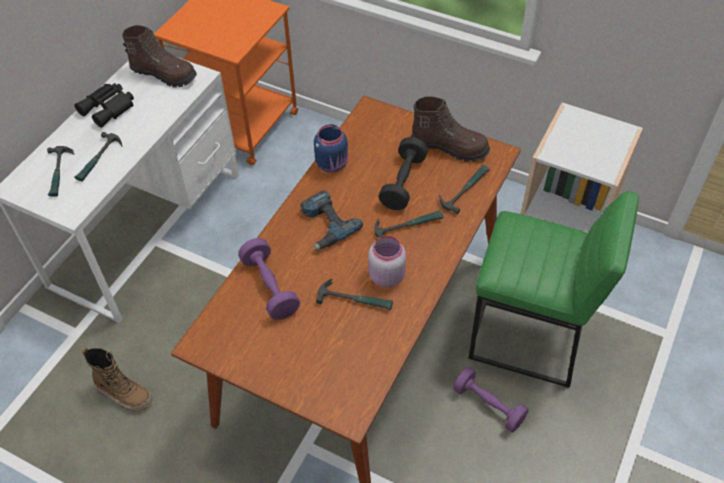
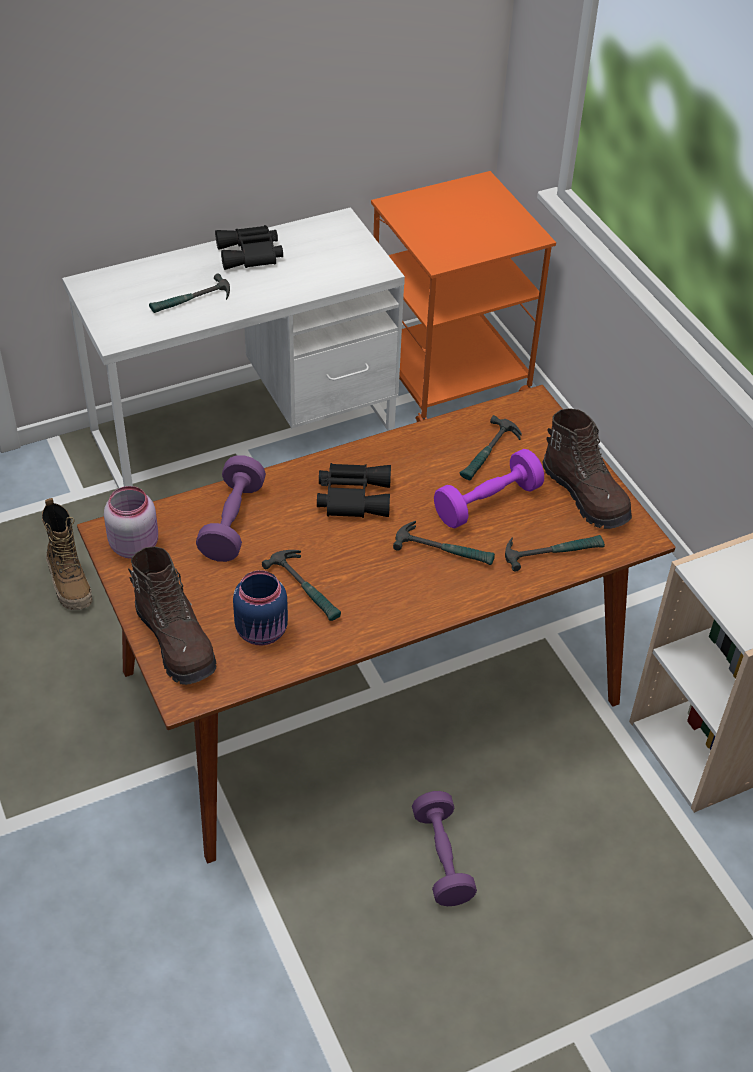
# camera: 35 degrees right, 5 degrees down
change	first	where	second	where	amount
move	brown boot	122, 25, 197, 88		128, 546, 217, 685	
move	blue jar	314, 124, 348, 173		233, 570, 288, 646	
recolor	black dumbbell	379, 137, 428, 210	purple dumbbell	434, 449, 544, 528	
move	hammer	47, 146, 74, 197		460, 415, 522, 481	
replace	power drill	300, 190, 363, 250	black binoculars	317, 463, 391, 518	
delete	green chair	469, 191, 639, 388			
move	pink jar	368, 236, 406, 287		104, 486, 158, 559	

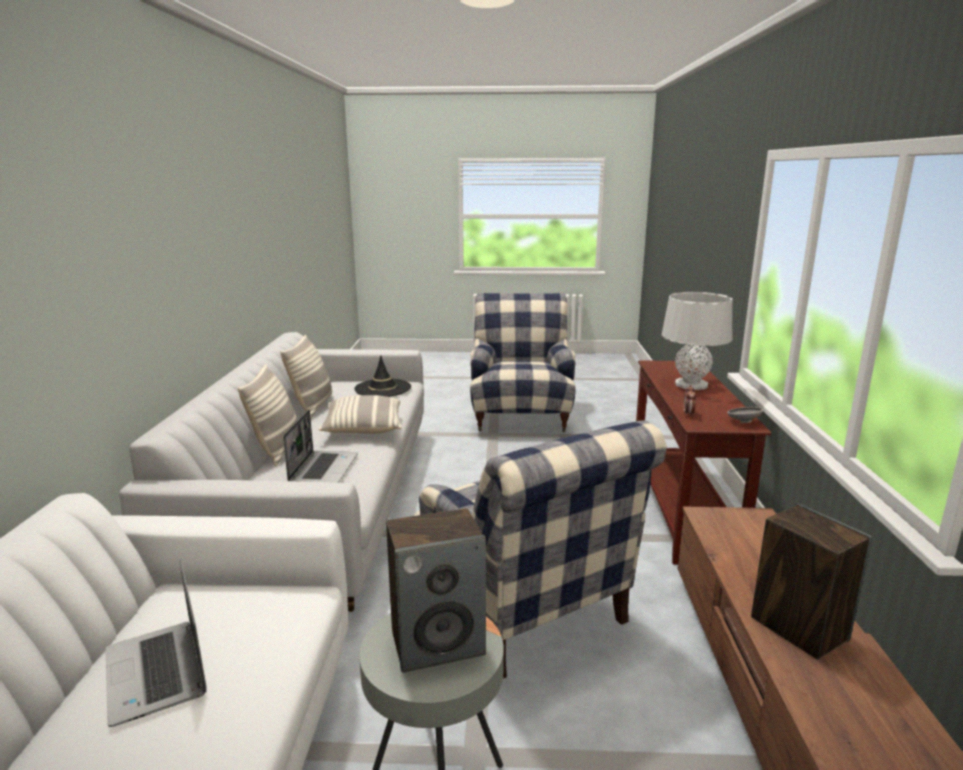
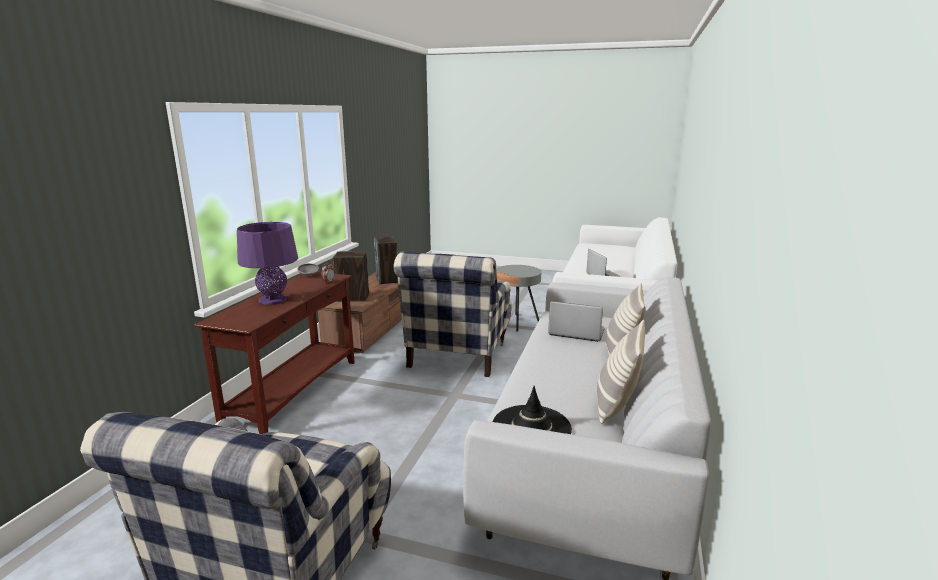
# camera: 165 degrees left, 0 degrees up
change	first	where	second	where	amount
recolor	grey table lamp	662, 292, 733, 390	purple table lamp	237, 222, 298, 305	
delete	pillow	318, 395, 402, 434			
rotate	laptop	283, 410, 358, 483		548, 301, 605, 342	90 degrees clockwise
rotate	armchair	413, 420, 667, 678		394, 252, 511, 377	150 degrees counterclockwise
move	speaker	386, 508, 486, 673		333, 251, 369, 302	

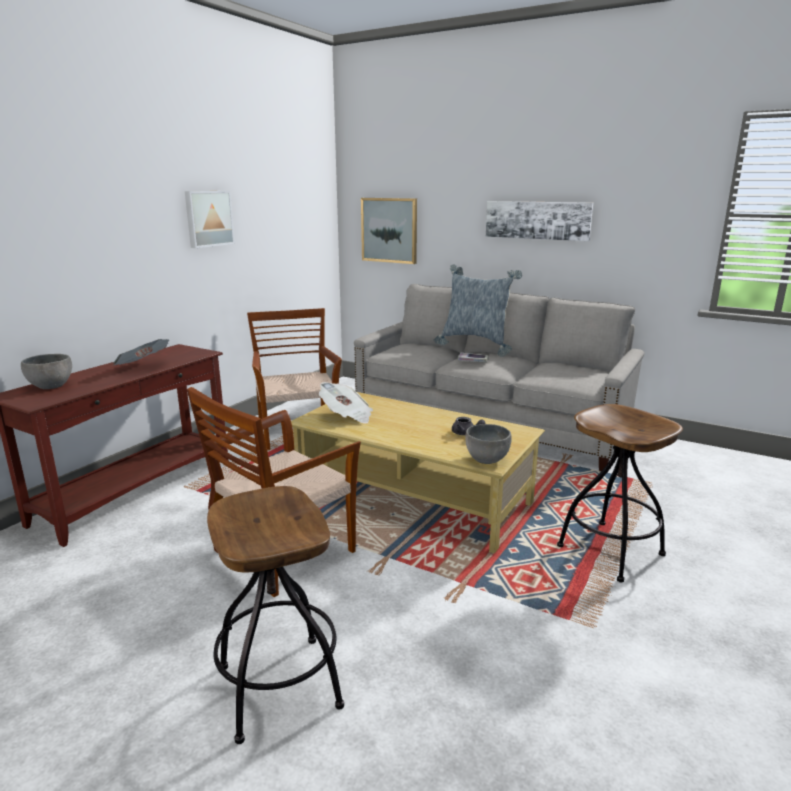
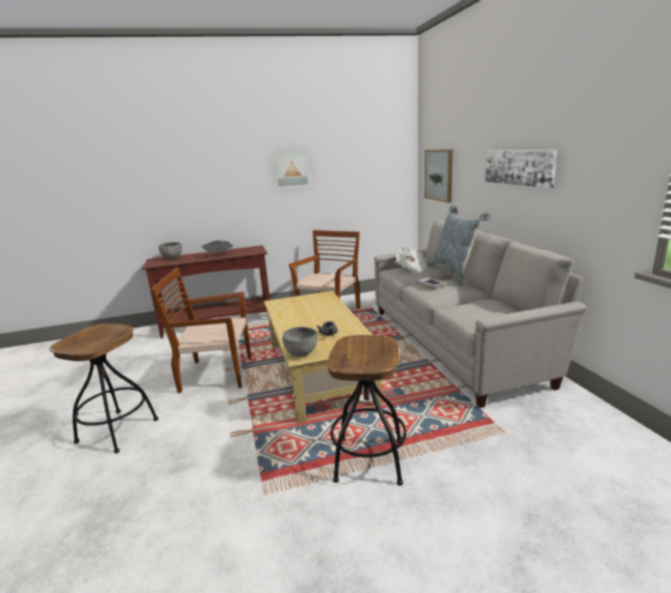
# camera: 45 degrees right, 0 degrees up
change	first	where	second	where	amount
move	newspaper	319, 382, 373, 424		395, 247, 428, 274	

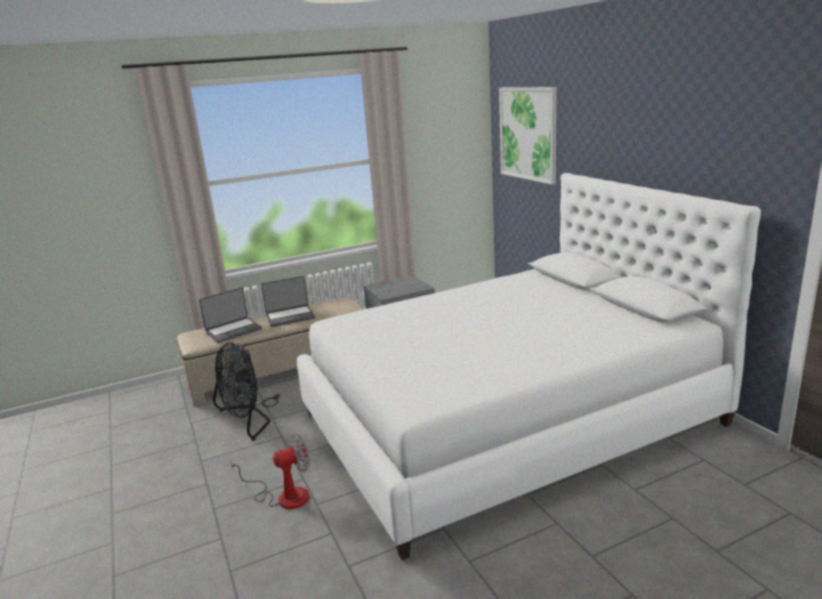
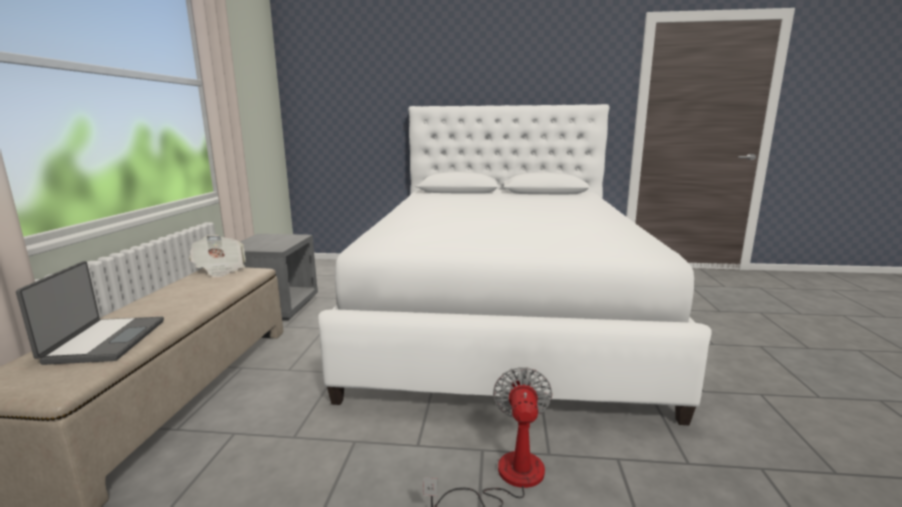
# camera: 60 degrees left, 5 degrees down
change	first	where	second	where	amount
delete	picture	499, 87, 557, 185			
delete	laptop	261, 276, 315, 327			
delete	black fan	213, 342, 281, 441			
insert			newspaper	189, 235, 246, 278	

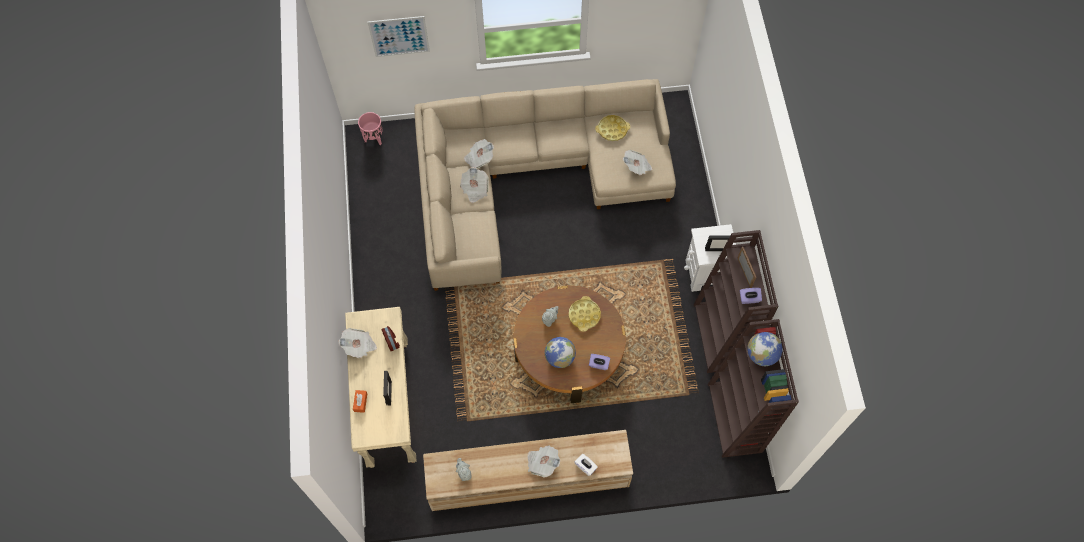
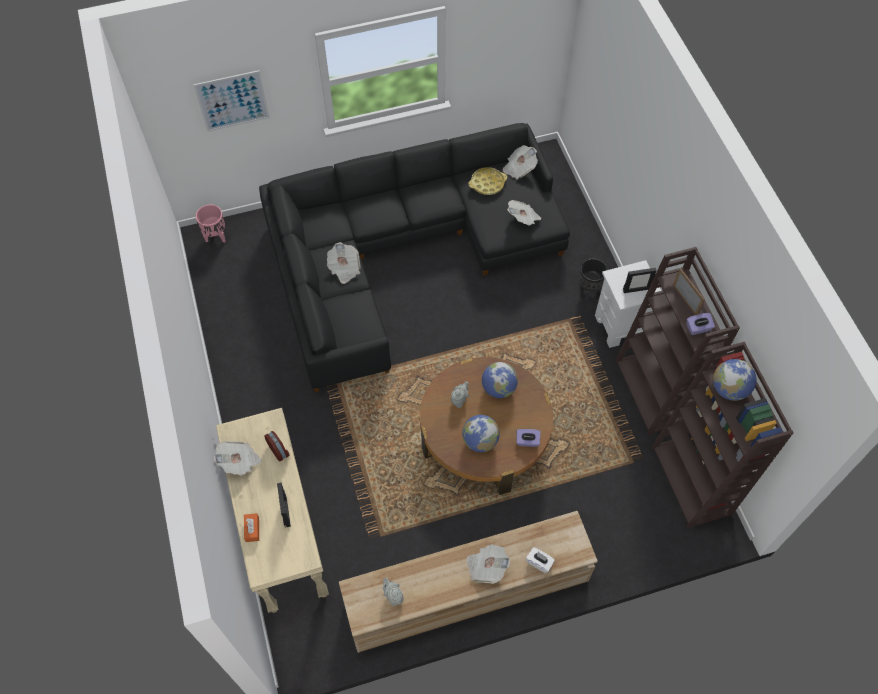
# camera: 10 degrees left, 5 degrees down
change	first	where	second	where	amount
recolor	beige sofa	414, 79, 676, 291	black sofa	259, 123, 570, 392	
move	newspaper	464, 139, 494, 168		503, 145, 538, 179	
replace	yellow tray	569, 296, 601, 332	globe	482, 362, 518, 398	
insert			black planter	579, 258, 608, 300	

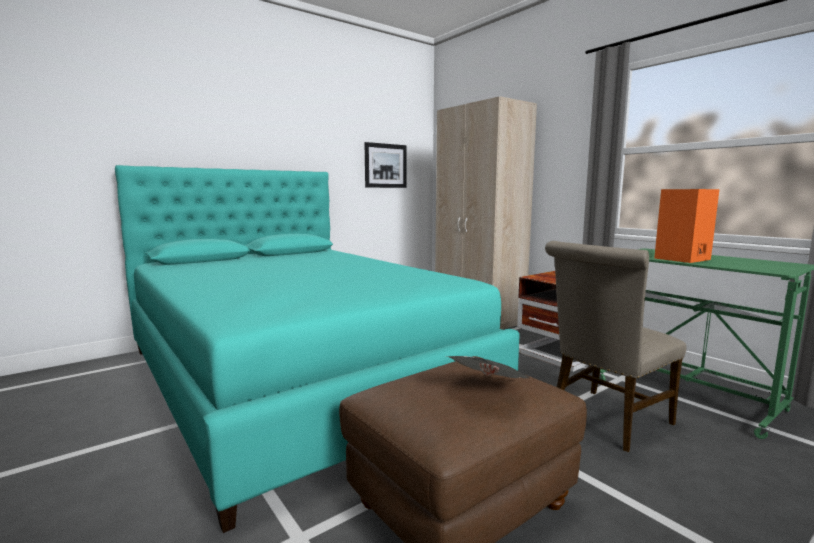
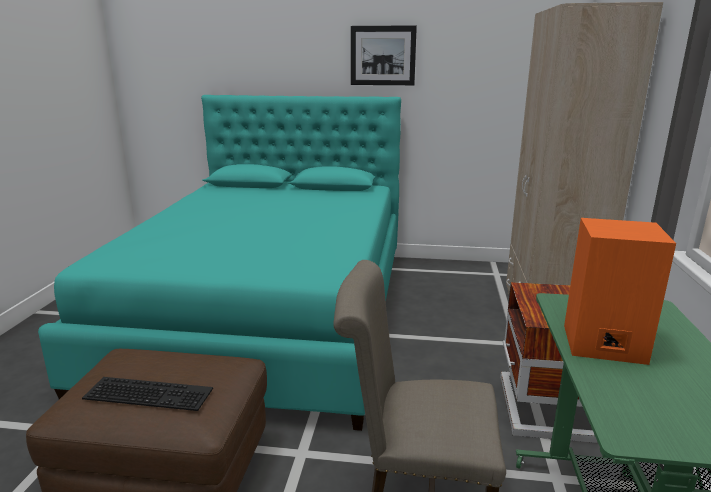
# camera: 45 degrees right, 10 degrees up
change	first	where	second	where	amount
move	picture	364, 142, 407, 188		351, 25, 417, 85	
replace	newspaper	447, 356, 529, 379	keyboard	82, 377, 213, 411	

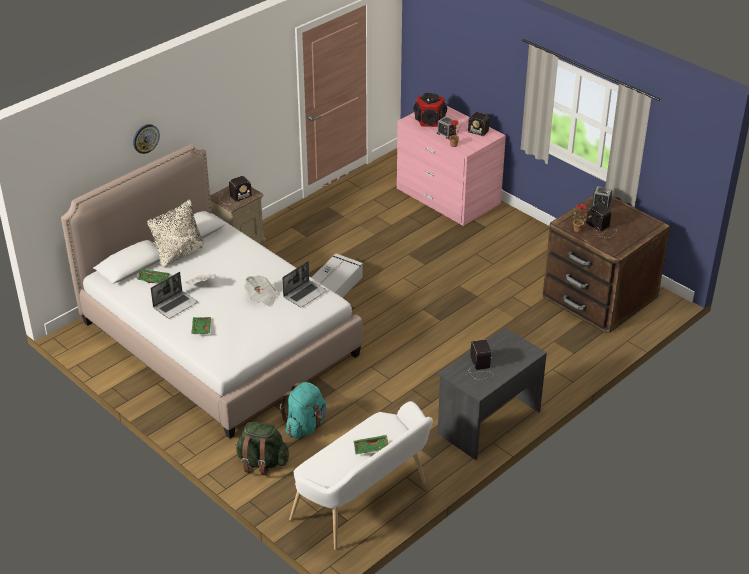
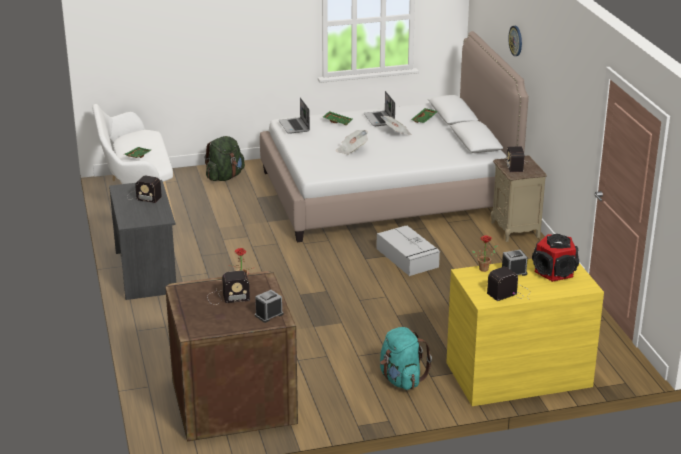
# camera: 120 degrees right, 10 degrees down
change	first	where	second	where	amount
recolor	pink dresser	397, 106, 506, 226	yellow dresser	446, 259, 604, 406	
delete	beige pillow	147, 200, 204, 268			
move	laptop	282, 261, 327, 307		279, 98, 310, 134	
move	turquoise backpack	280, 382, 326, 438		380, 327, 432, 390	

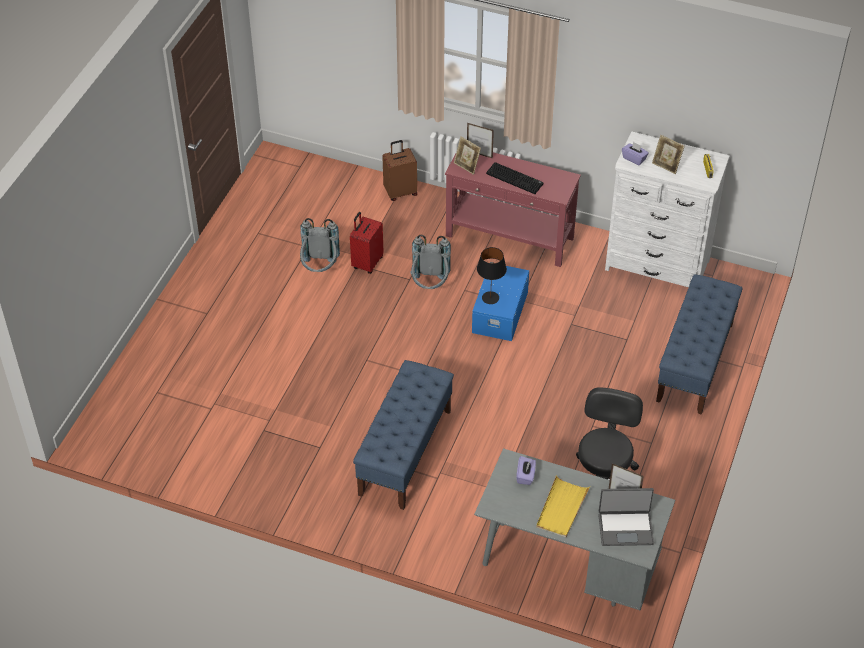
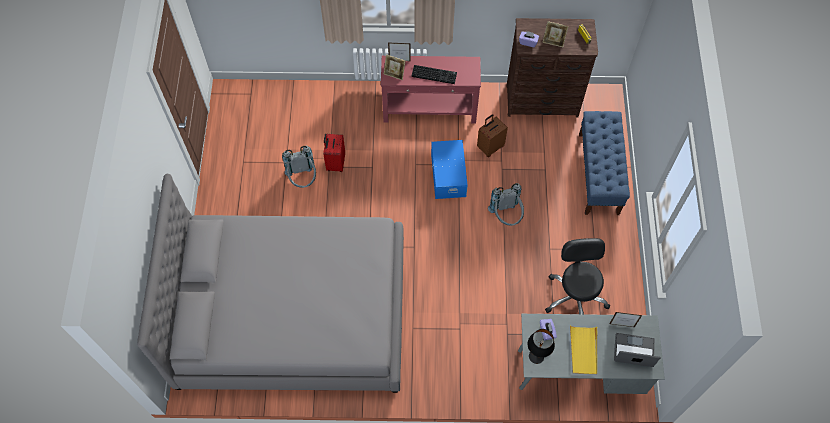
# camera: 20 degrees left, 15 degrees up
change	first	where	second	where	amount
recolor	white dresser	605, 132, 730, 287	brown dresser	507, 18, 598, 118	
move	brown suitcase	382, 140, 417, 201		477, 114, 508, 157	
move	grey backpack	410, 235, 451, 289		488, 183, 524, 226	
move	black table lamp	477, 247, 507, 304		527, 329, 555, 364	
delete	blue bench	353, 360, 454, 510			
rotate	laptop	599, 488, 654, 546		614, 333, 660, 367	150 degrees counterclockwise
insert			grey bed	137, 174, 404, 393	

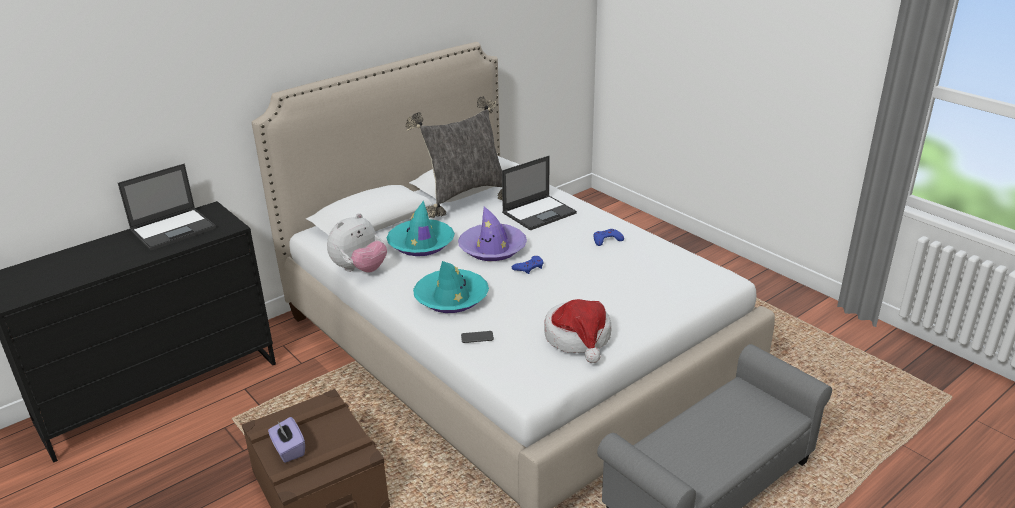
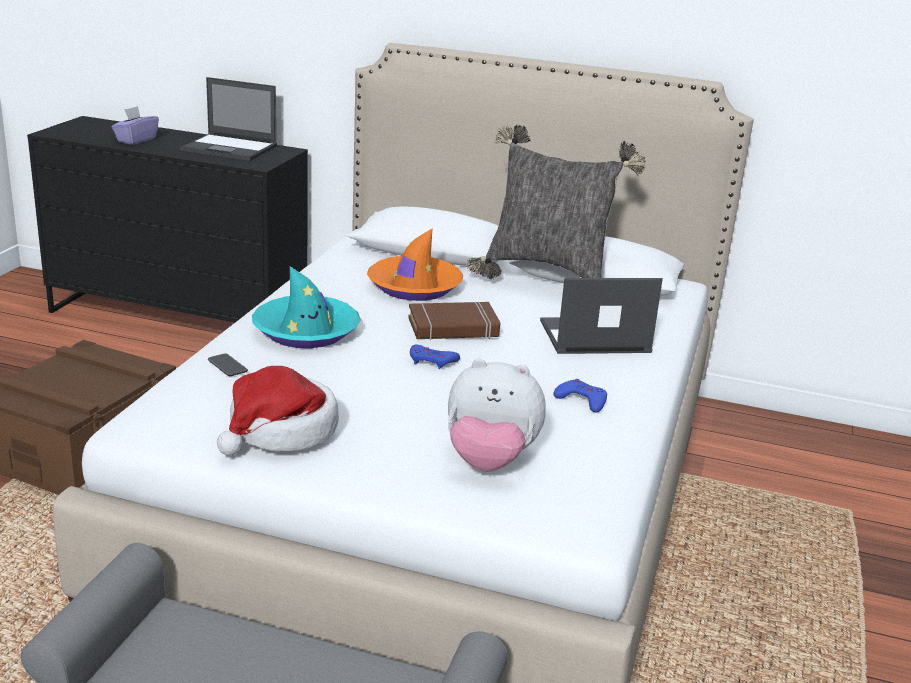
# camera: 55 degrees right, 5 degrees down
change	first	where	second	where	amount
rotate	laptop	502, 156, 577, 230		540, 278, 663, 354	150 degrees clockwise
recolor	turquoise hat	387, 200, 455, 256	orange hat	367, 228, 463, 301	
replace	purple hat	458, 206, 527, 261	brown book	408, 302, 500, 341	
move	plush toy	327, 213, 387, 272		448, 359, 546, 471	
move	purple tissue box	268, 417, 305, 463		112, 106, 159, 145	

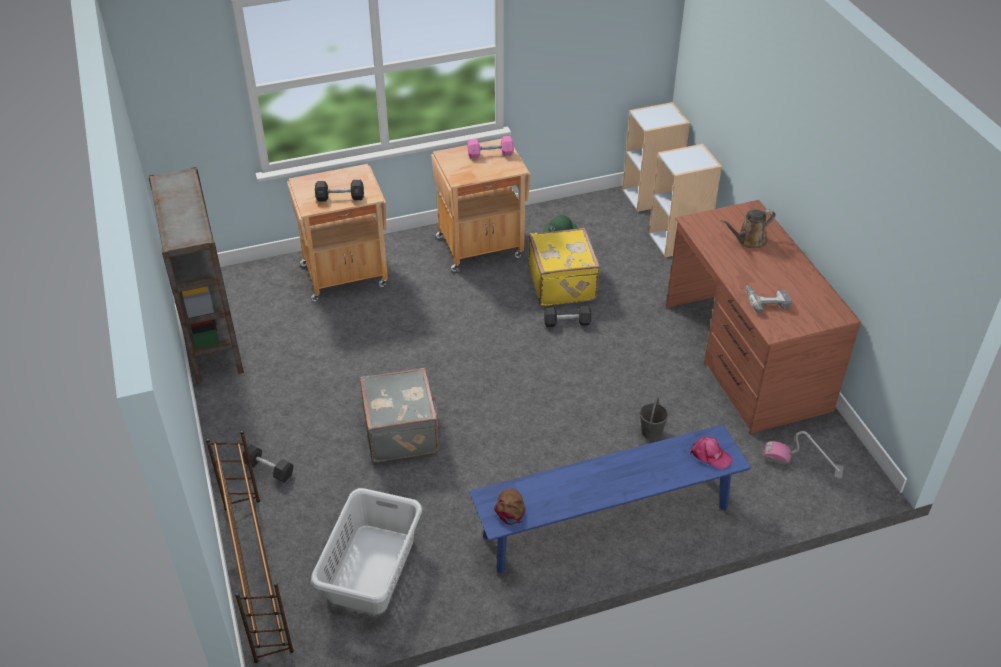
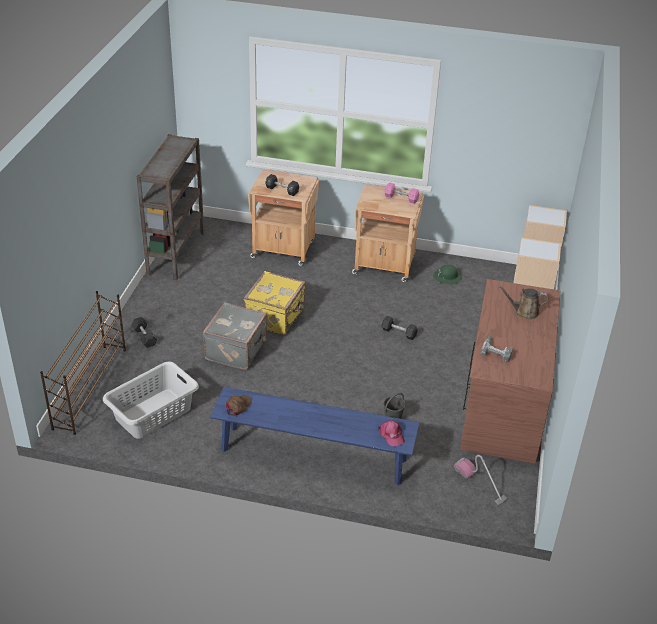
# camera: 30 degrees right, 5 degrees down
change	first	where	second	where	amount
move	yellow suitcase	528, 228, 600, 306		244, 271, 306, 335	

